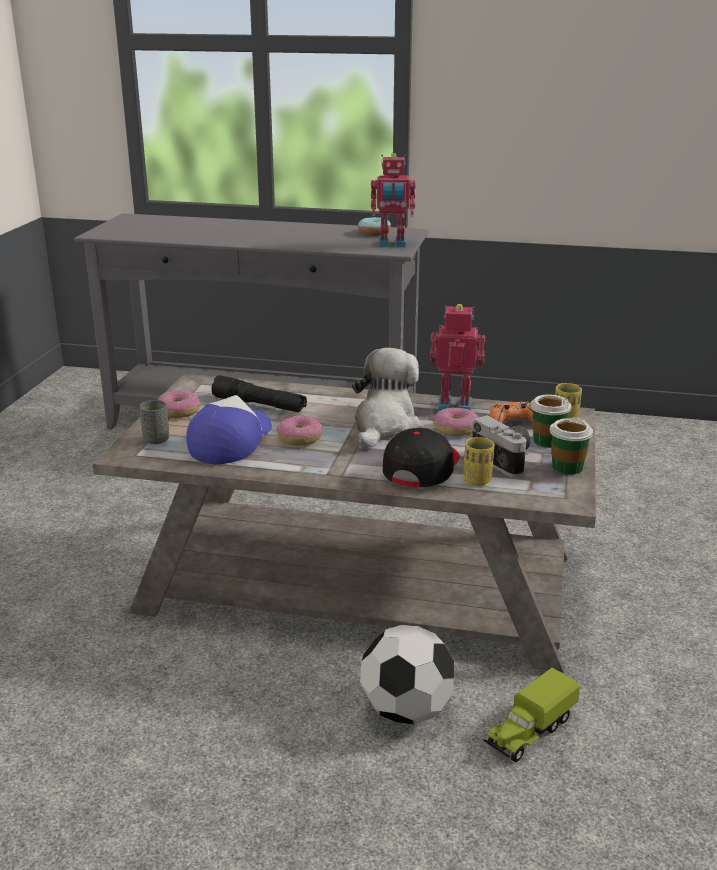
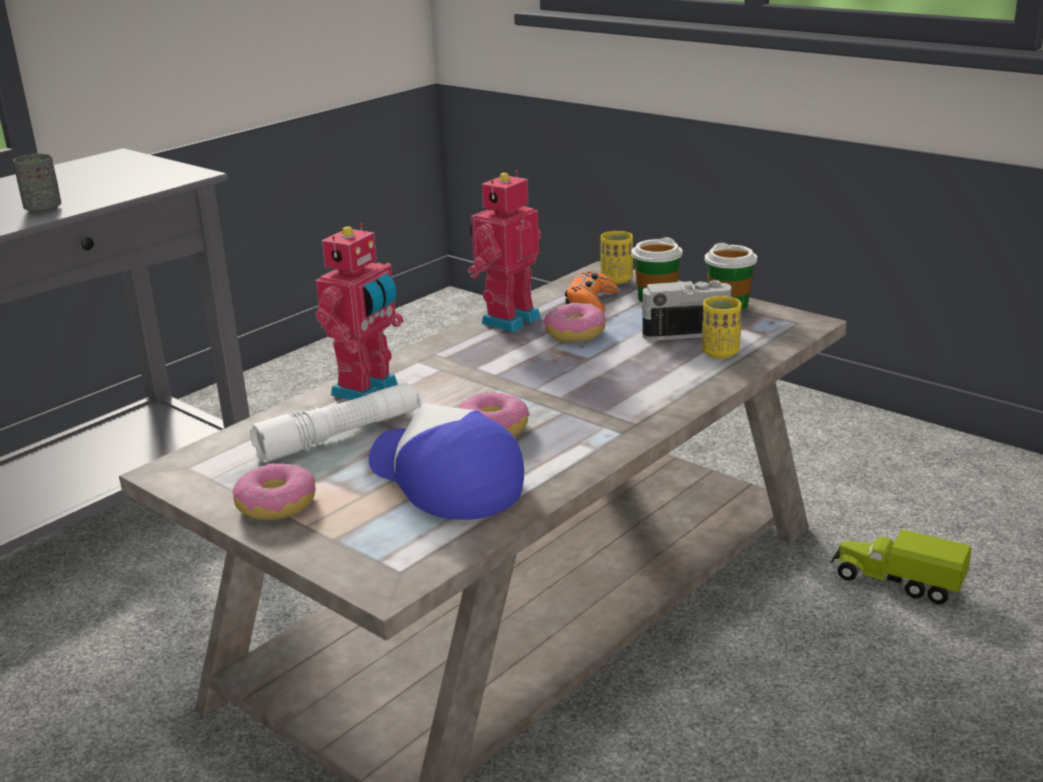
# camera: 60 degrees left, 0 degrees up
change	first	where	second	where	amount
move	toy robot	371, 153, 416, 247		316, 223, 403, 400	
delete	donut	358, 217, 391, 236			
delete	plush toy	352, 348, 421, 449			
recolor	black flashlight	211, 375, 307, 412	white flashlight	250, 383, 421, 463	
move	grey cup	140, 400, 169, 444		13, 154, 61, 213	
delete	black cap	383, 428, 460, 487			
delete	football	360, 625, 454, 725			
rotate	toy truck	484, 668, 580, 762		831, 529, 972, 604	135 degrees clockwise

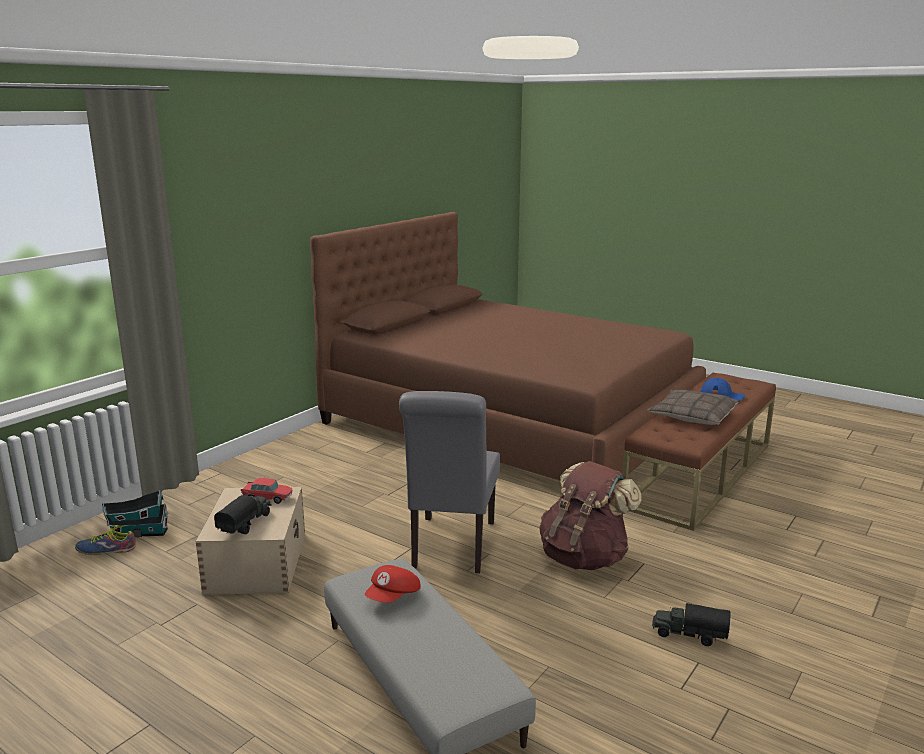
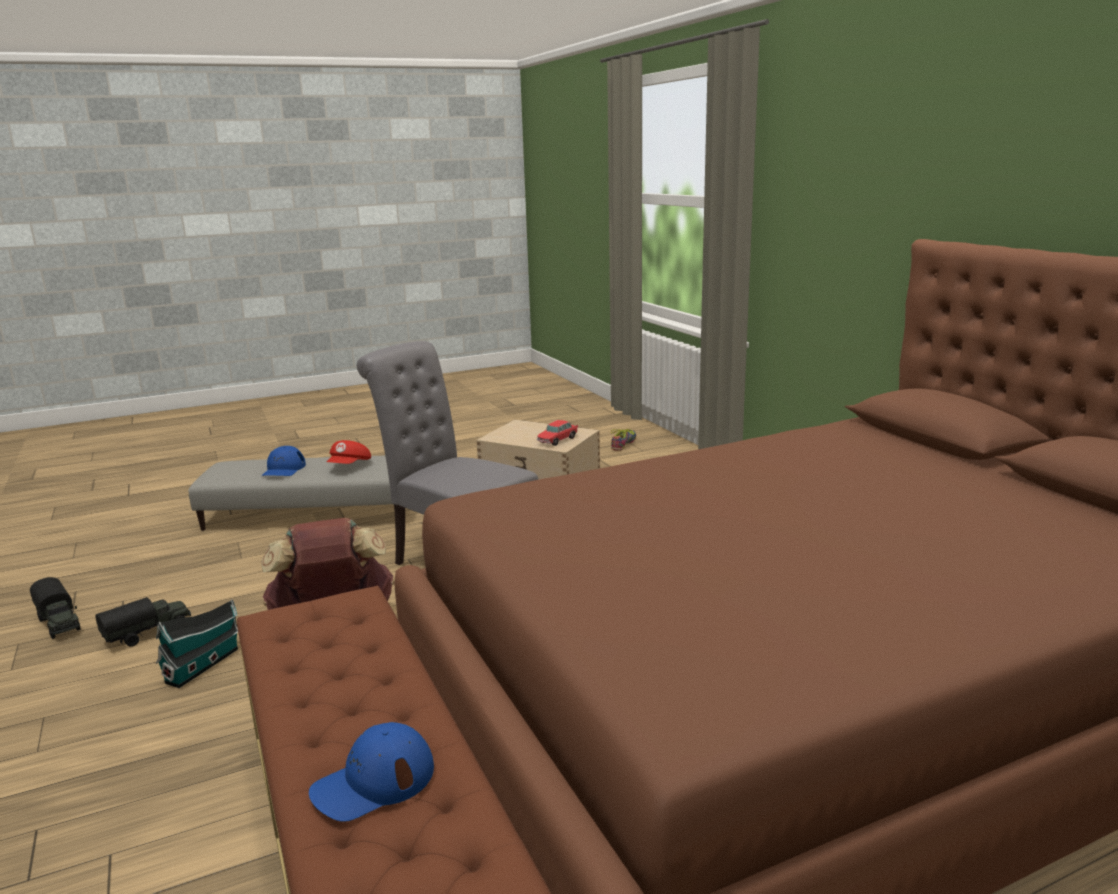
# camera: 120 degrees right, 0 degrees up
change	first	where	second	where	amount
delete	pillow	648, 389, 738, 425			
move	toy house	102, 490, 168, 537		156, 599, 238, 688	
move	toy truck	214, 495, 272, 534		30, 577, 80, 639	
rotate	red cap	365, 565, 421, 603		327, 440, 371, 464	135 degrees counterclockwise
insert			blue cap	262, 446, 306, 476	

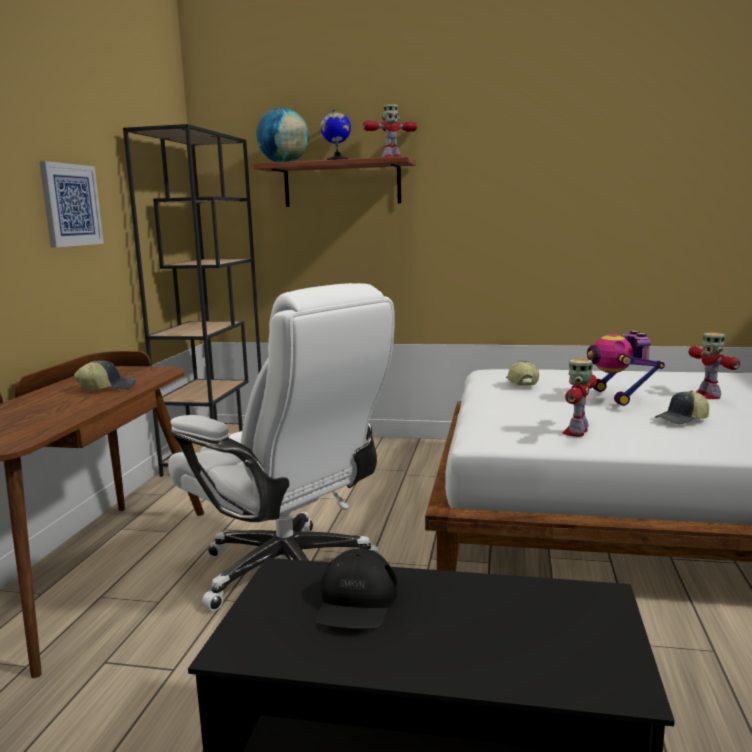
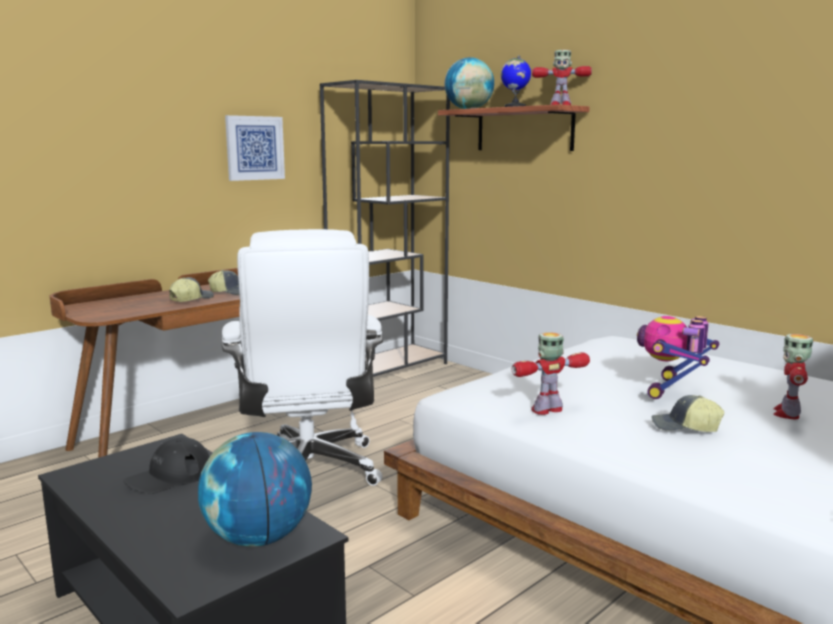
# camera: 35 degrees right, 0 degrees up
change	first	where	second	where	amount
move	cap	506, 361, 539, 386		169, 277, 214, 302	
insert			globe	198, 432, 312, 547	

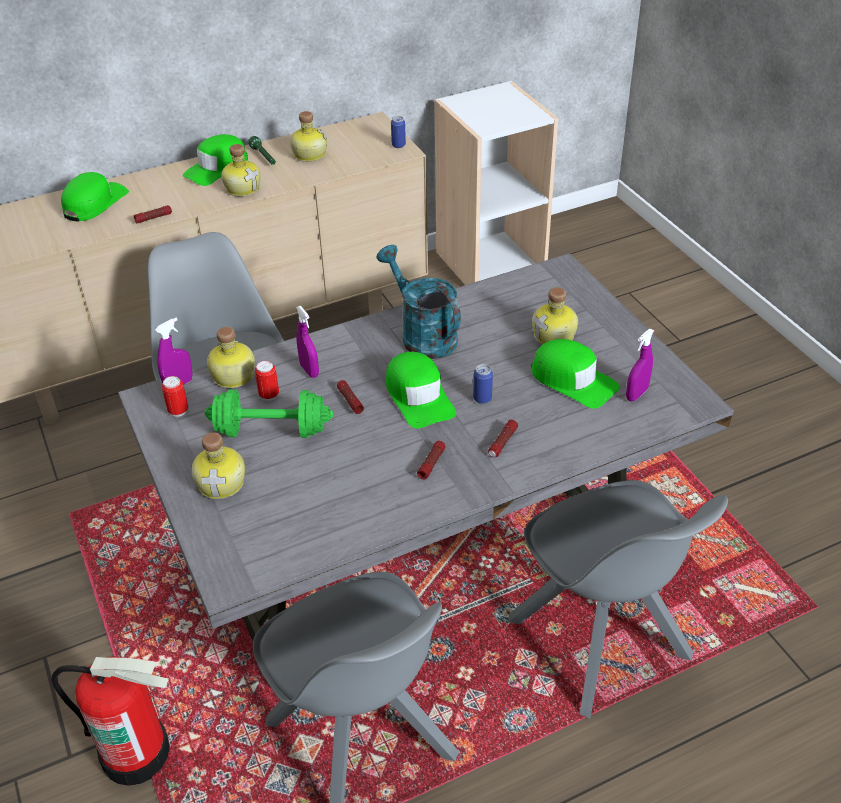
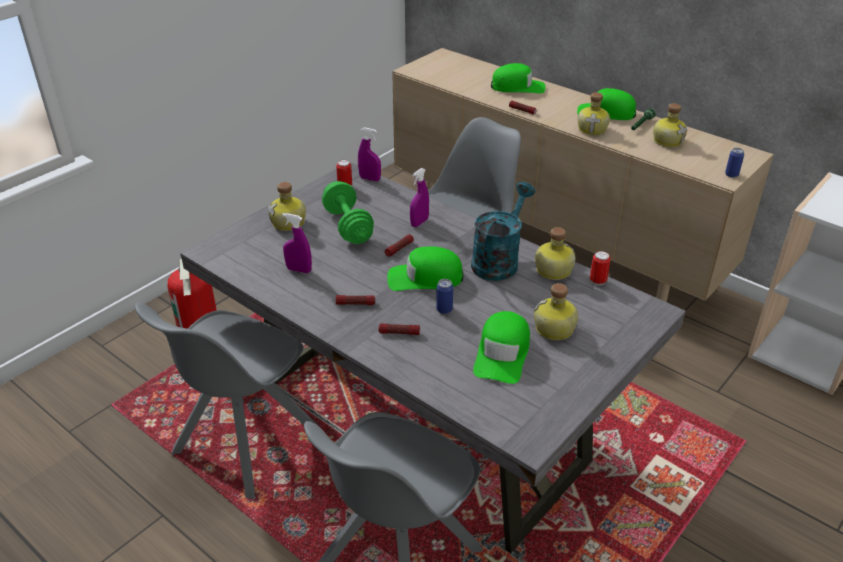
# camera: 65 degrees right, 5 degrees down
change	first	where	second	where	amount
move	bottle	207, 327, 255, 388		535, 227, 576, 280	
move	purple spray bottle	626, 329, 654, 401		282, 213, 312, 273	
rotate	green cap	386, 352, 456, 428		387, 246, 463, 291	45 degrees clockwise
move	can	255, 361, 279, 401		590, 251, 611, 286	

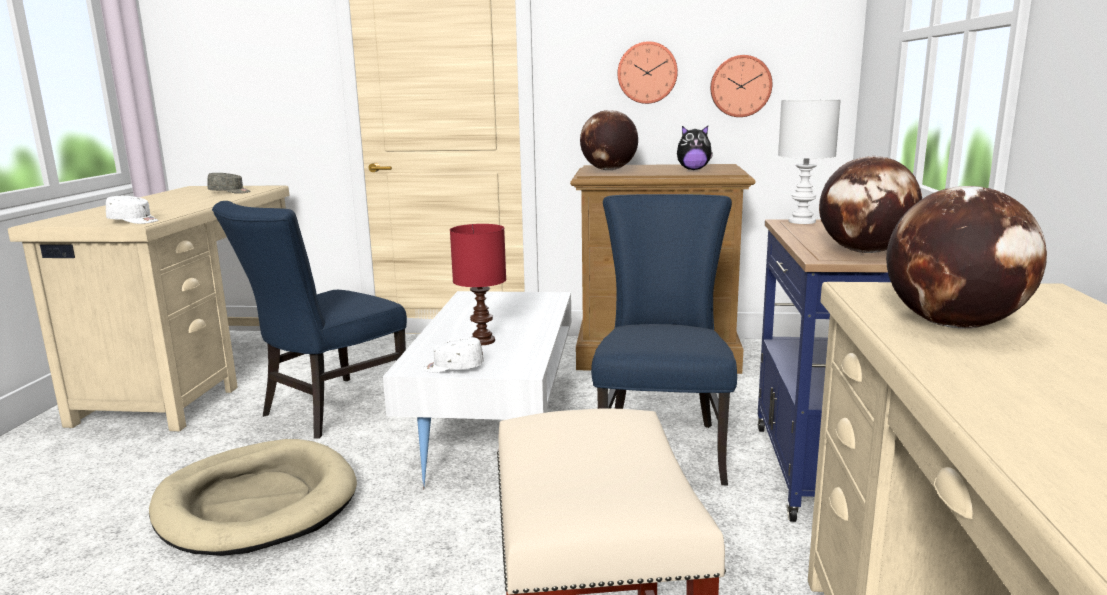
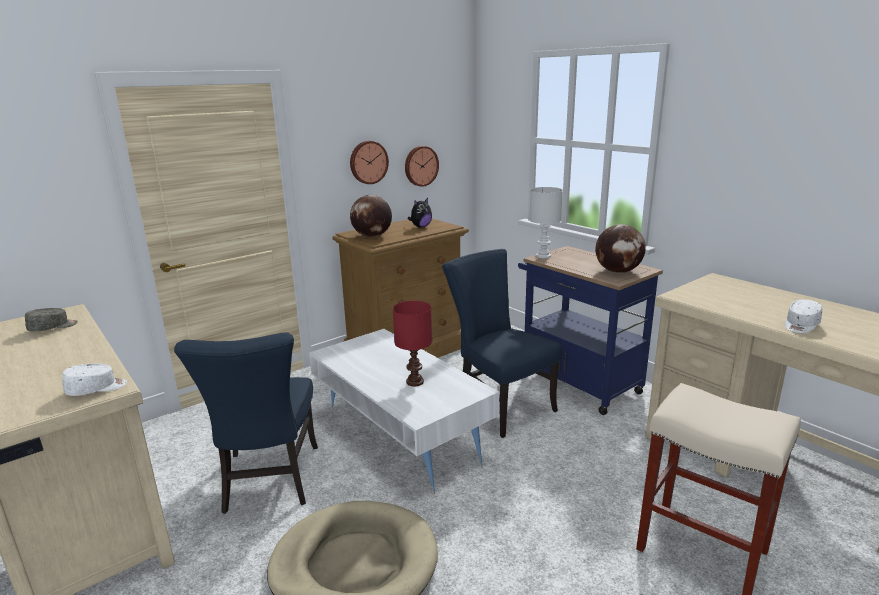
# camera: 45 degrees left, 5 degrees up
change	first	where	second	where	amount
delete	globe	886, 186, 1047, 328			
move	white cap	423, 337, 484, 373		785, 299, 822, 333	

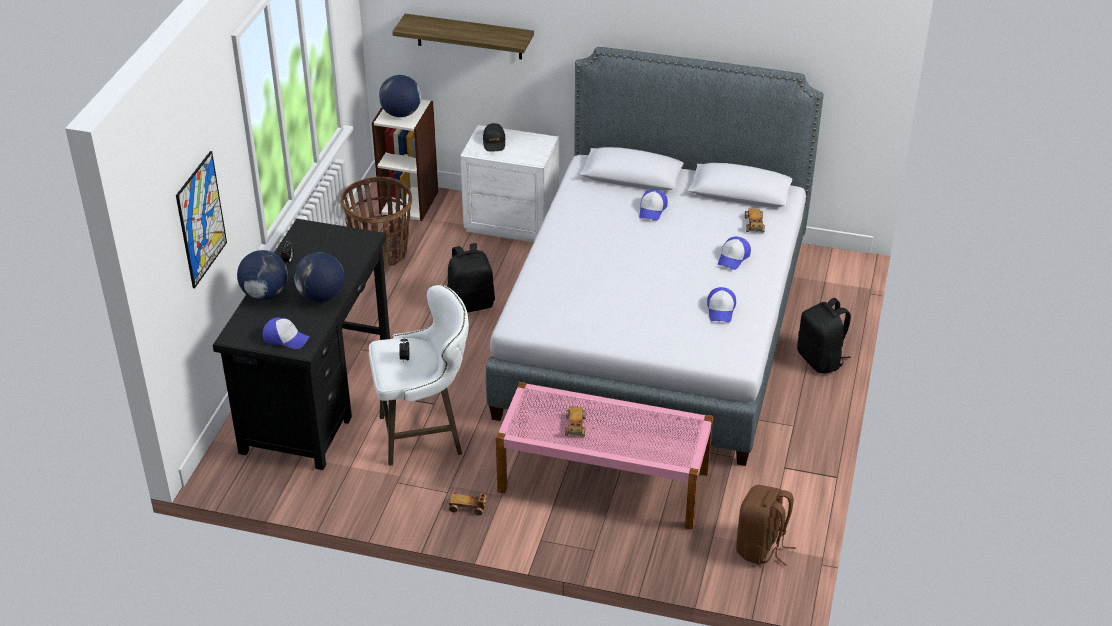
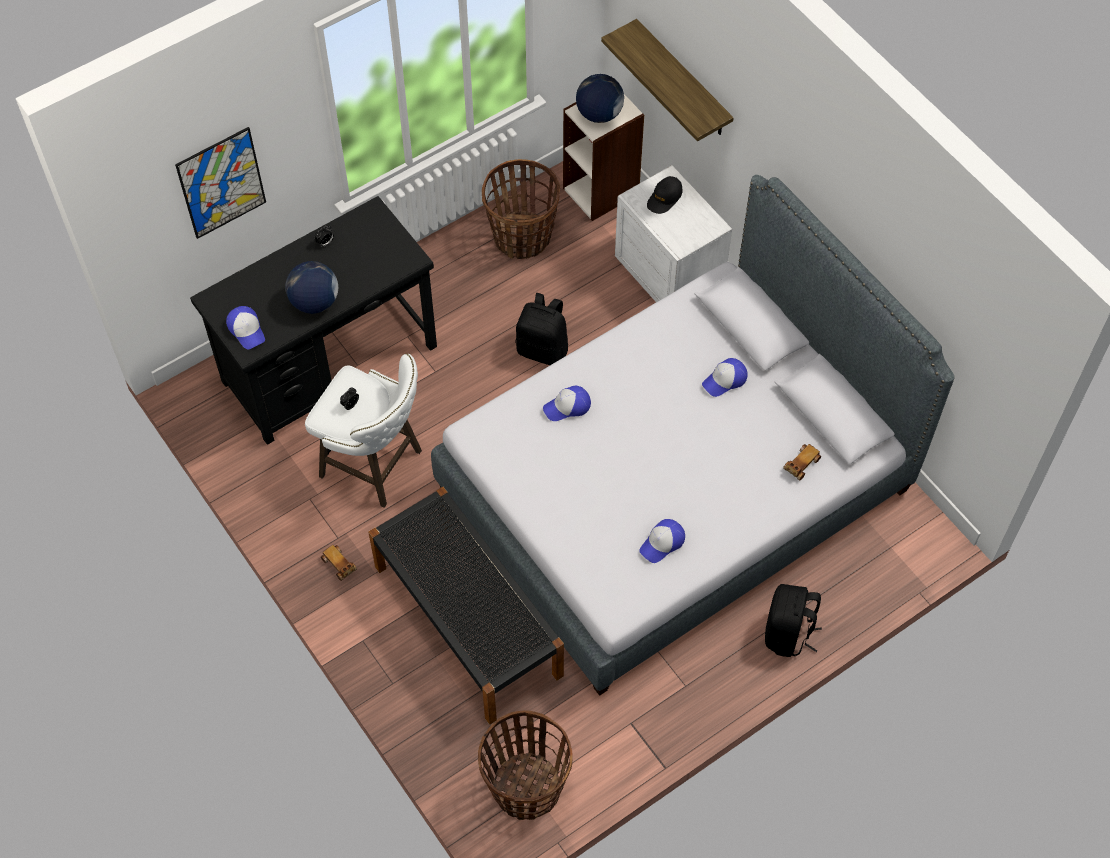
# camera: 40 degrees right, 20 degrees up
change	first	where	second	where	amount
move	cap	718, 236, 751, 270		543, 386, 591, 421	
delete	globe	237, 250, 288, 300			
recolor	pink bench	496, 382, 713, 530	black bench	368, 487, 564, 725	
delete	toy car	565, 407, 586, 436			
replace	brown backpack	736, 485, 796, 566	basket	478, 710, 573, 820	

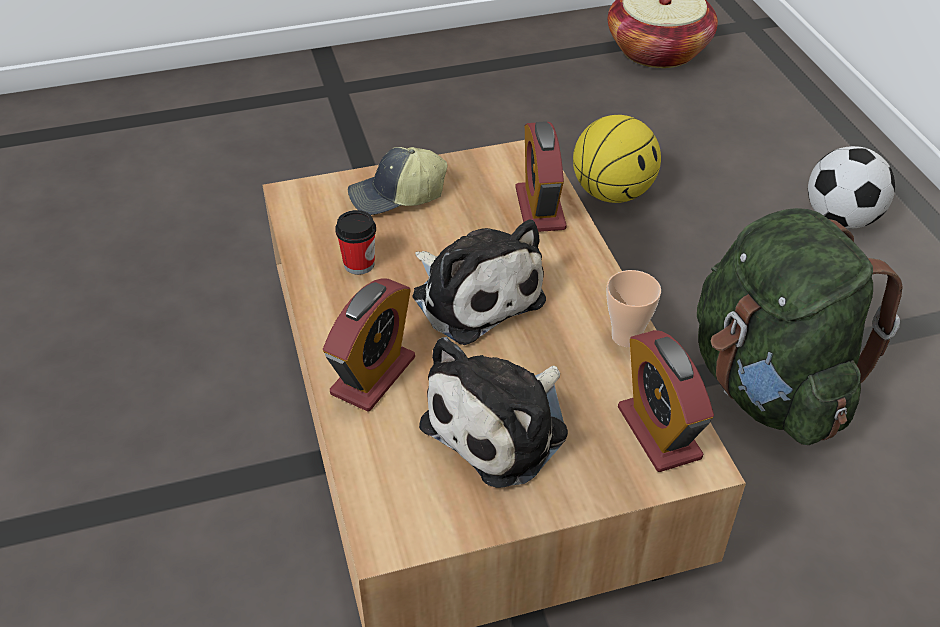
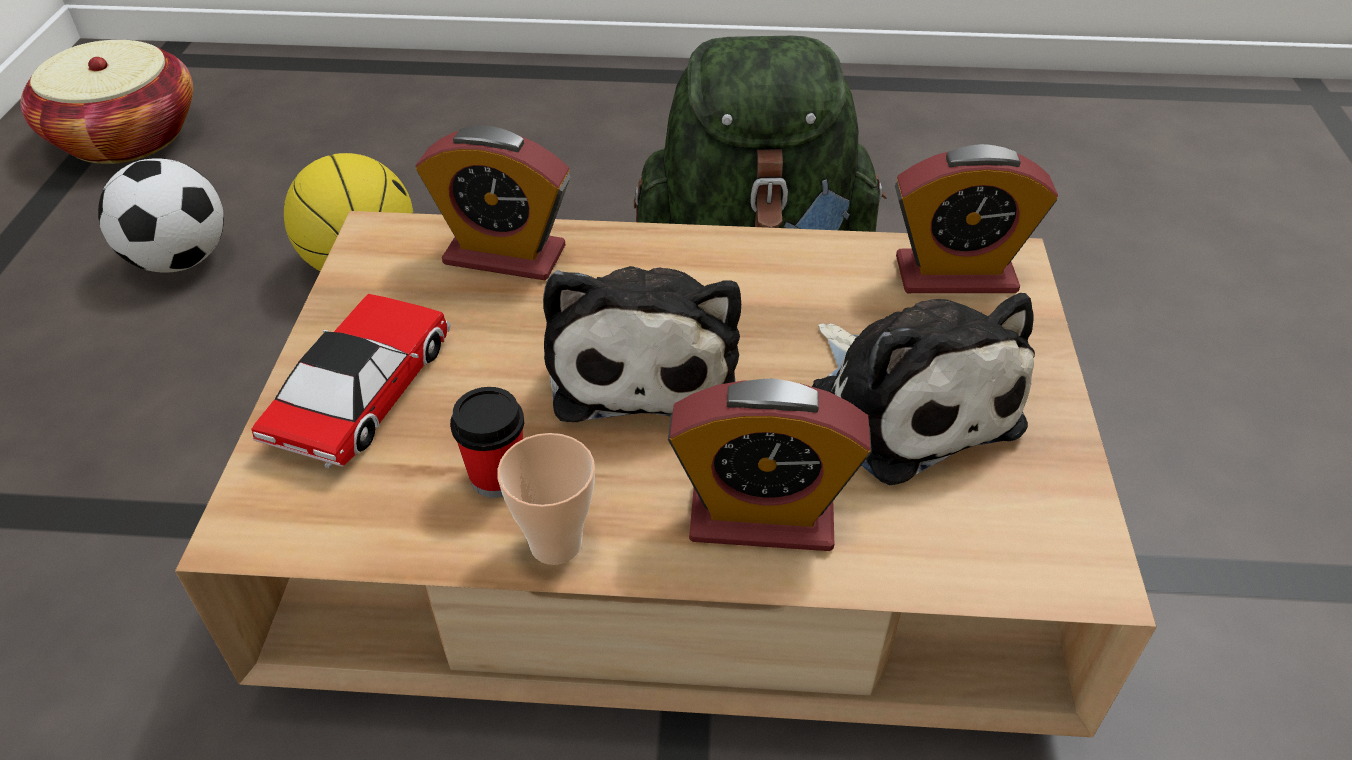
# camera: 70 degrees left, 0 degrees up
change	first	where	second	where	amount
move	football	808, 146, 895, 229		98, 158, 224, 272	
replace	cap	348, 147, 447, 215	toy car	252, 294, 451, 468	
rotate	plush toy	412, 219, 546, 345		543, 266, 741, 422	105 degrees clockwise
move	cup	607, 270, 661, 347		497, 433, 595, 565	
rotate	alarm clock	323, 278, 415, 412		668, 378, 872, 551	135 degrees clockwise

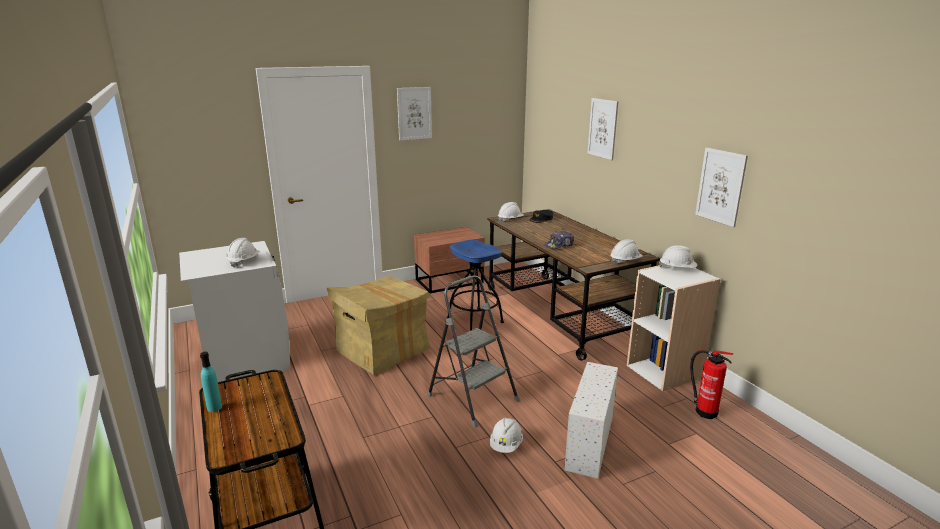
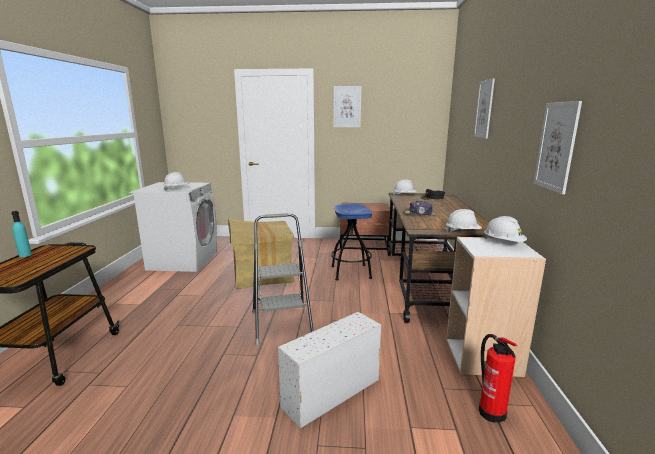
# camera: 30 degrees right, 5 degrees down
change	first	where	second	where	amount
delete	white hard hat	490, 417, 523, 453			

